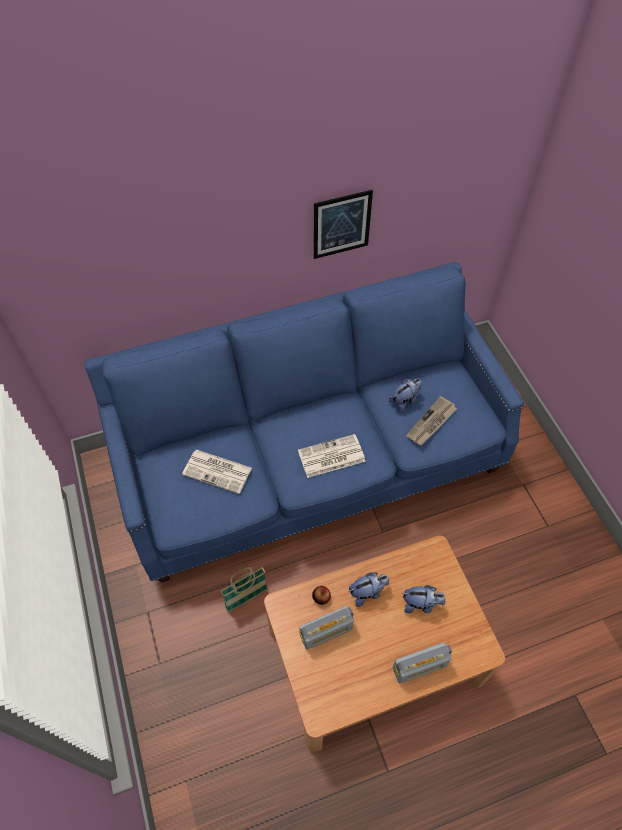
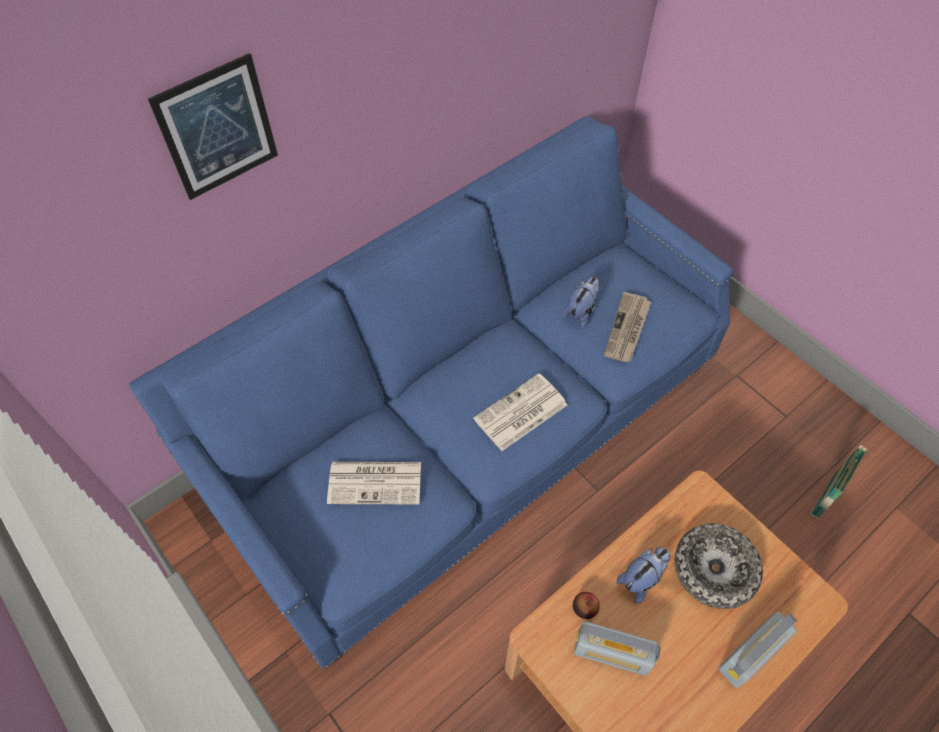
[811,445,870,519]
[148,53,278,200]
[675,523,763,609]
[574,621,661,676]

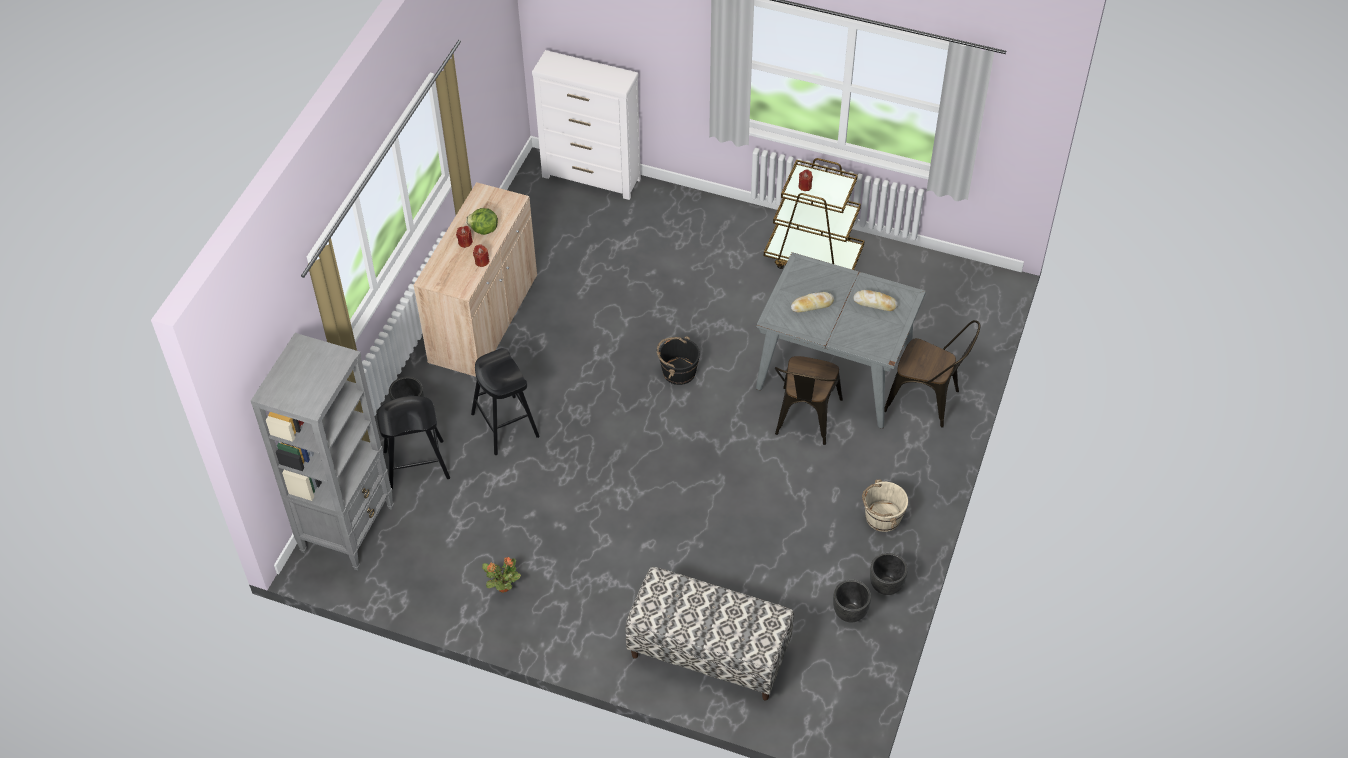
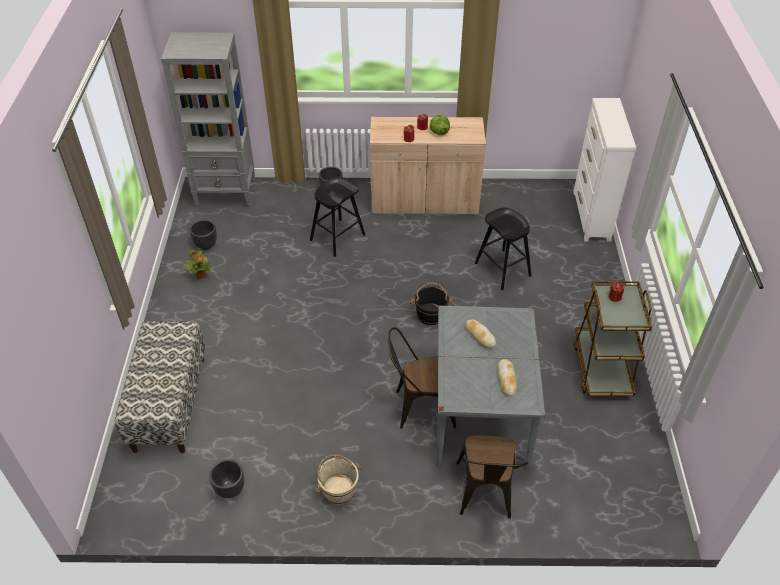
[475,207,531,290]
[190,220,217,250]

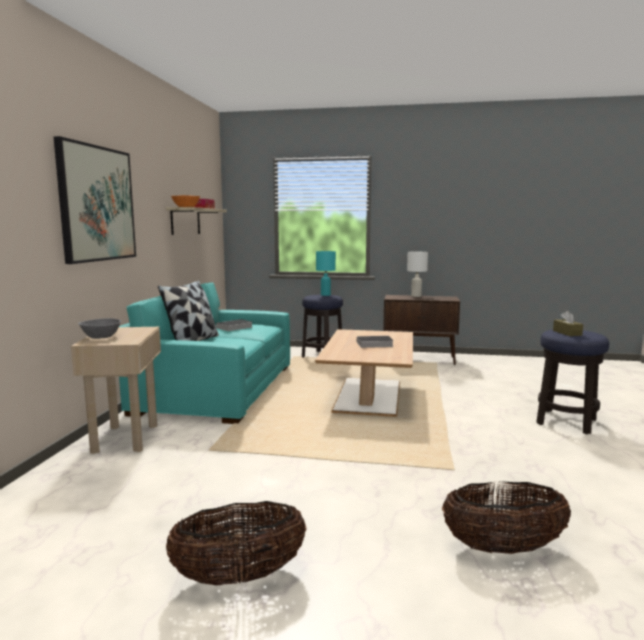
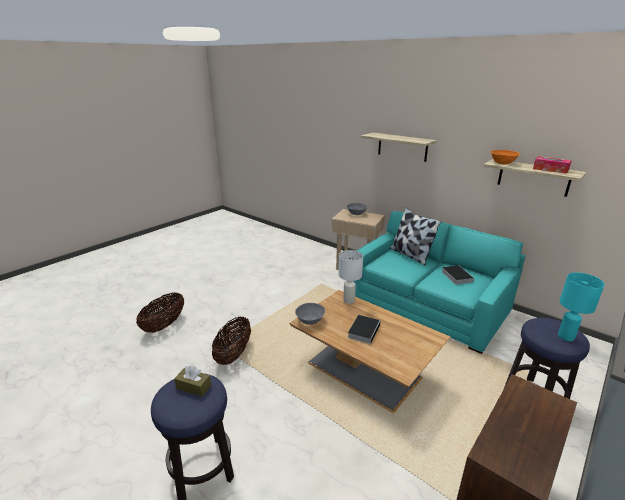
[295,303,325,325]
[212,317,251,365]
[339,250,363,304]
[361,133,437,162]

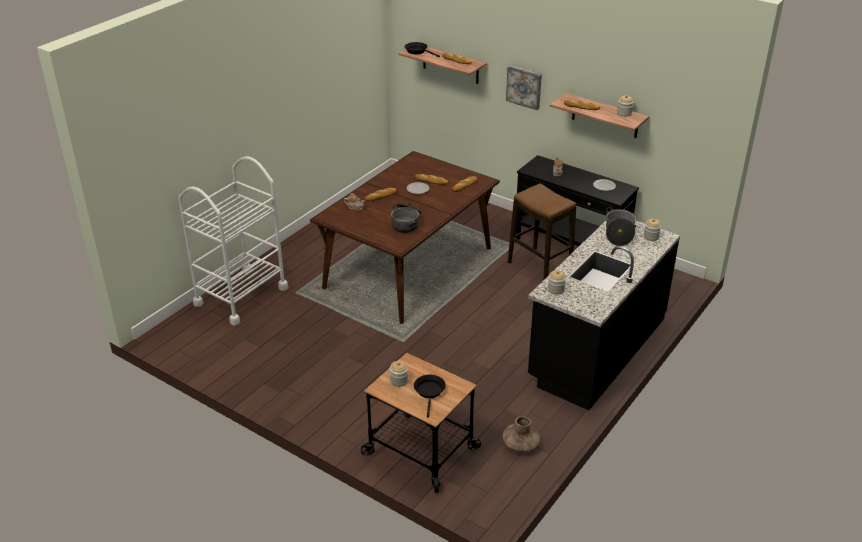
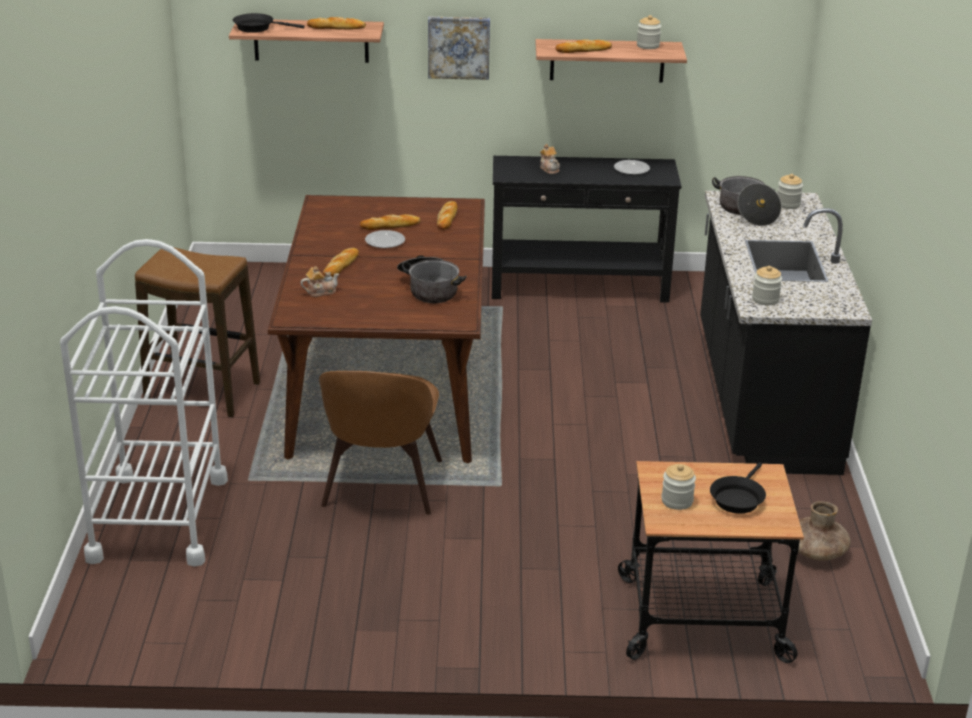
[319,371,442,515]
[135,247,260,417]
[710,462,766,514]

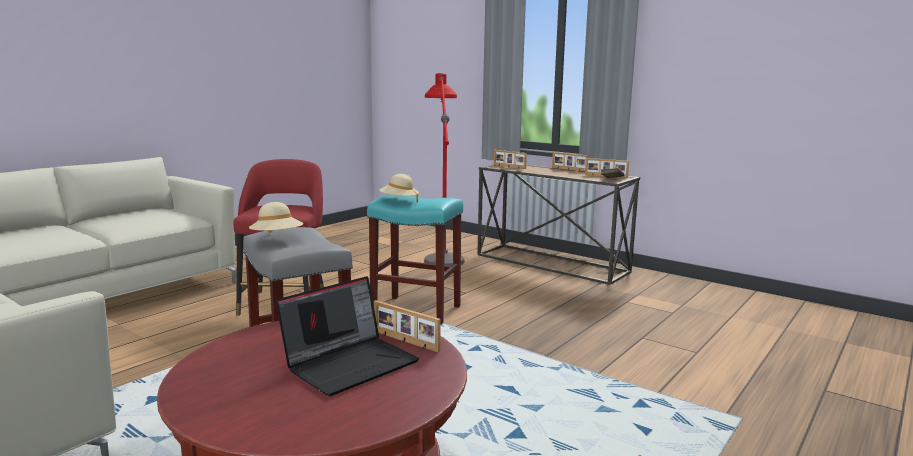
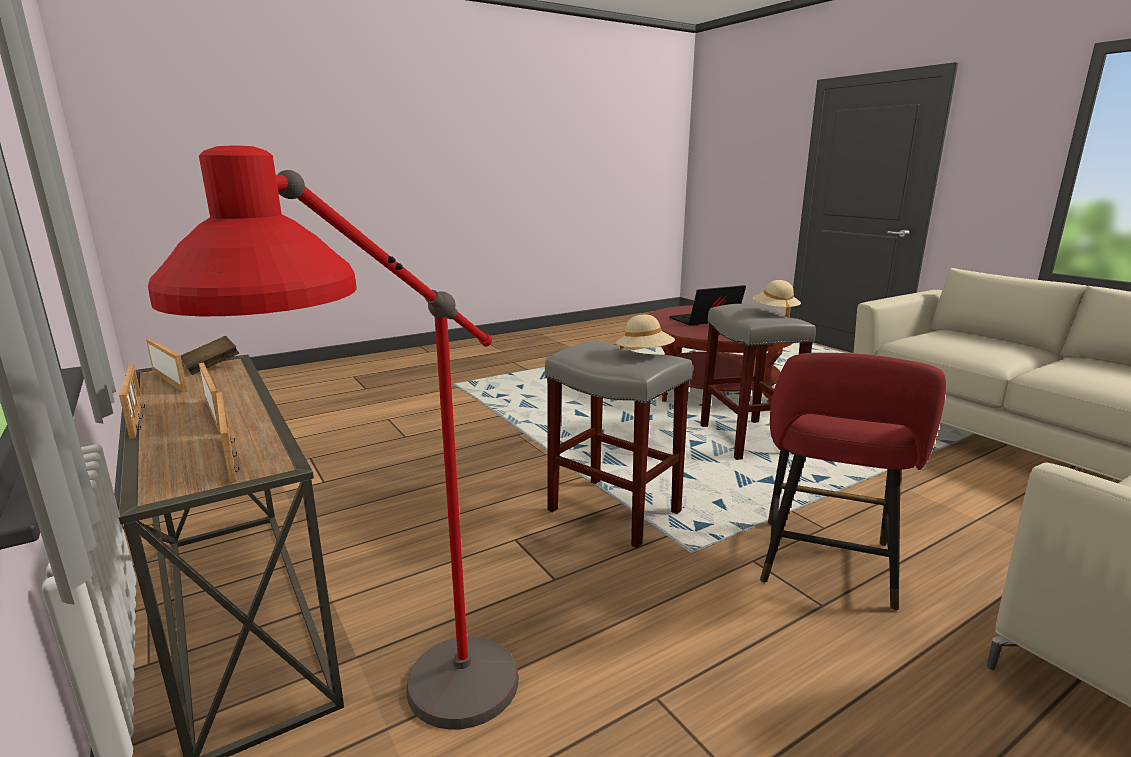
[199,363,221,434]
[545,341,693,548]

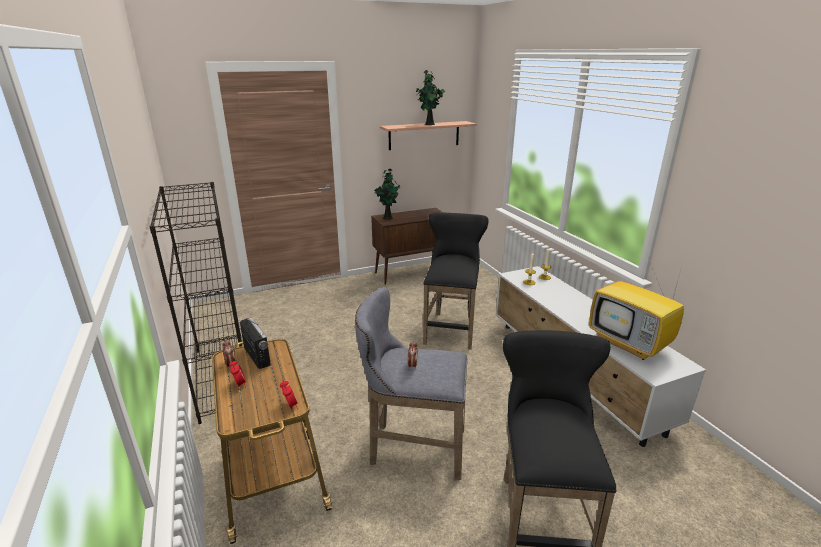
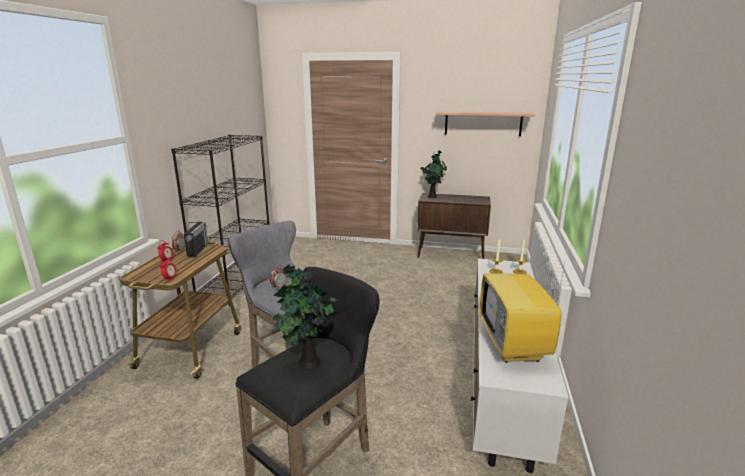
[423,212,488,350] (first image)
[273,264,339,369]

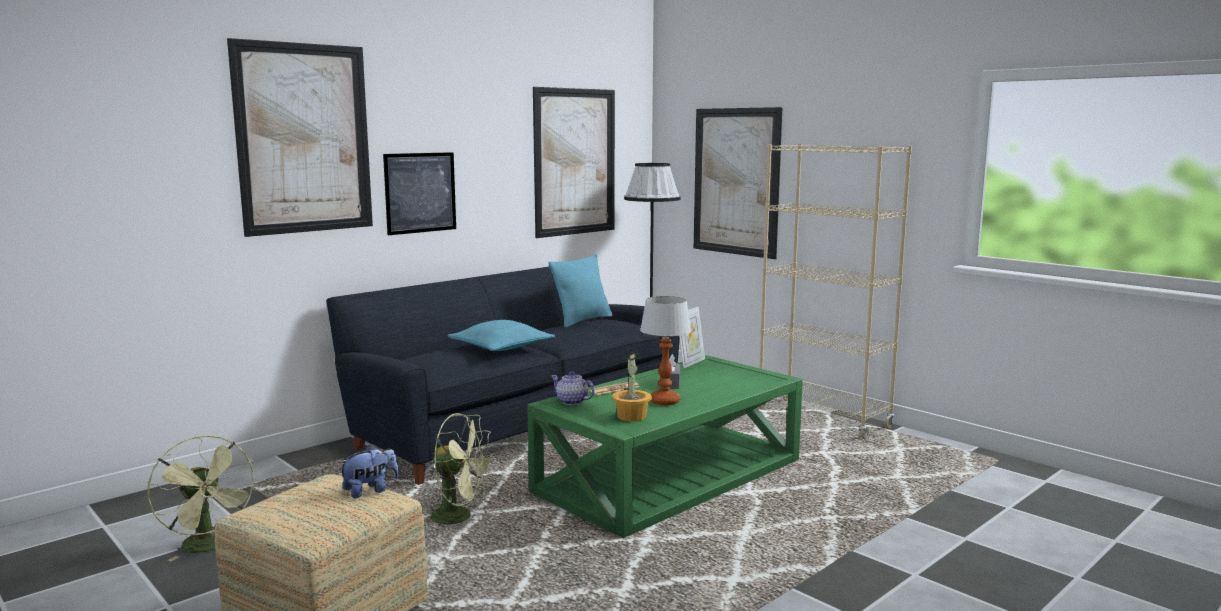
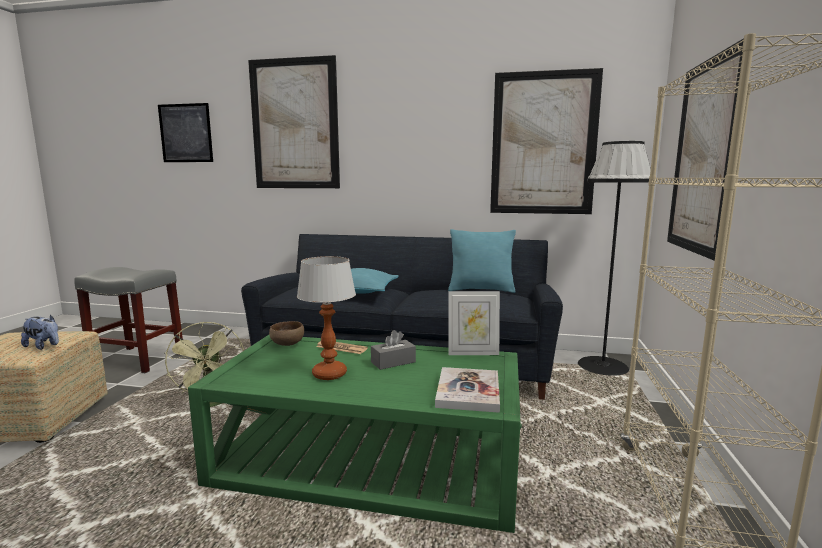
[612,353,652,422] (first image)
[435,367,500,413]
[158,103,213,162]
[74,267,183,373]
[269,321,304,346]

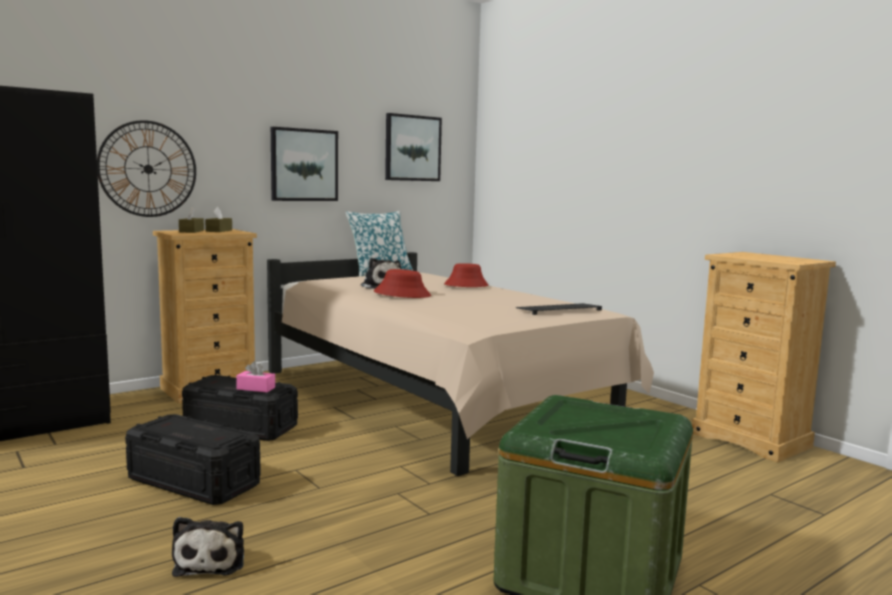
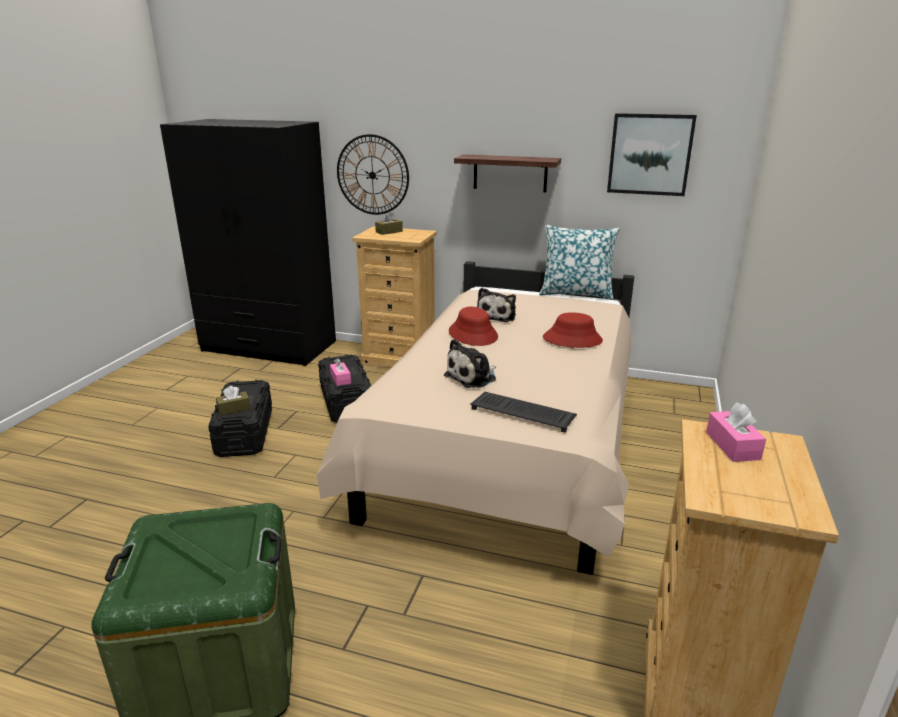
[706,403,766,462]
[444,339,496,388]
[216,386,251,415]
[454,154,561,193]

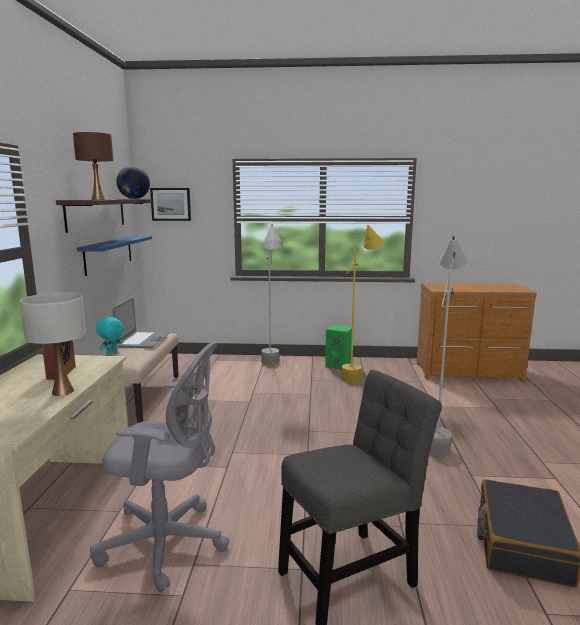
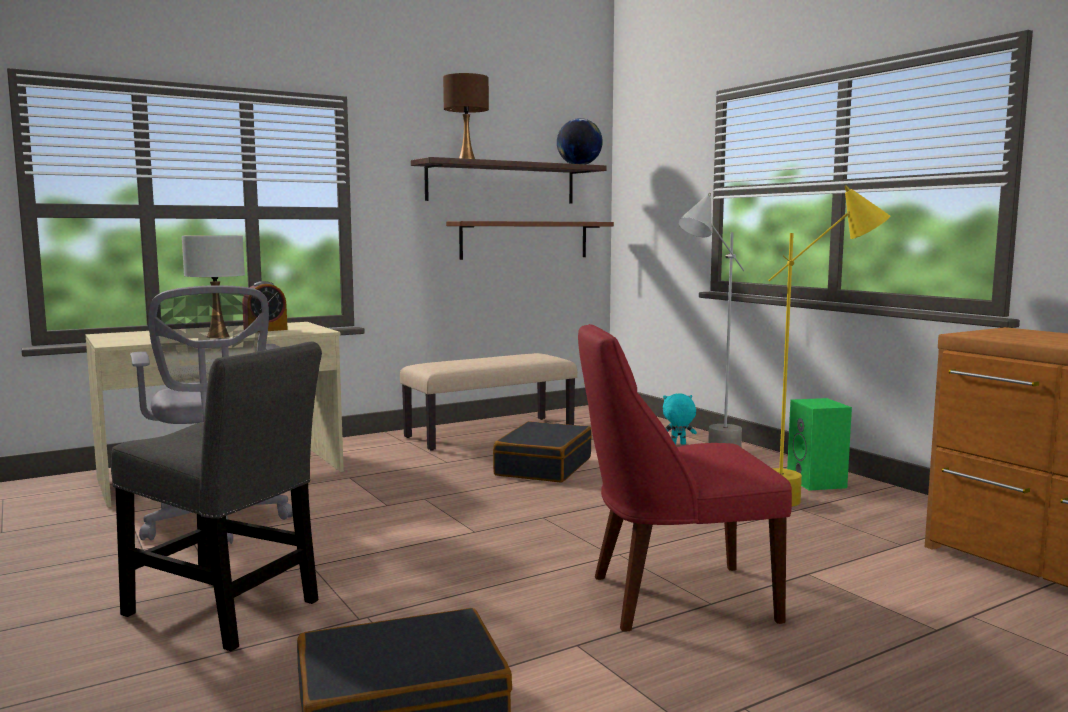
[112,298,169,348] (first image)
[150,188,191,221] (first image)
[493,421,592,483]
[663,394,697,445]
[578,324,792,632]
[446,221,614,260]

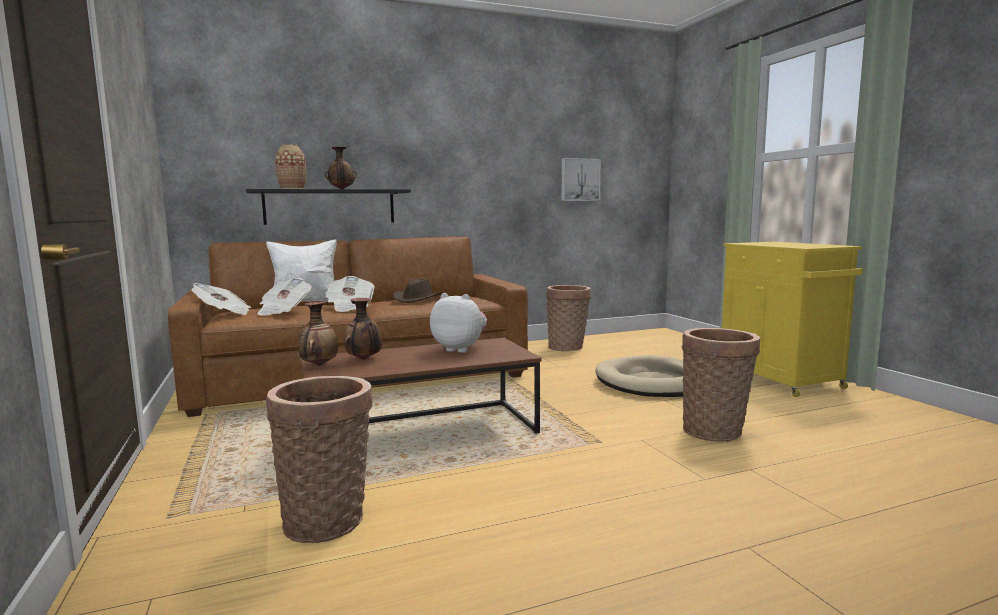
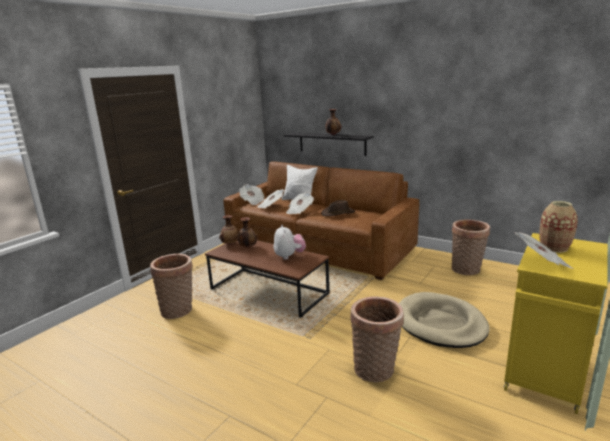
[562,158,601,201] (first image)
[514,232,573,269]
[539,201,578,253]

